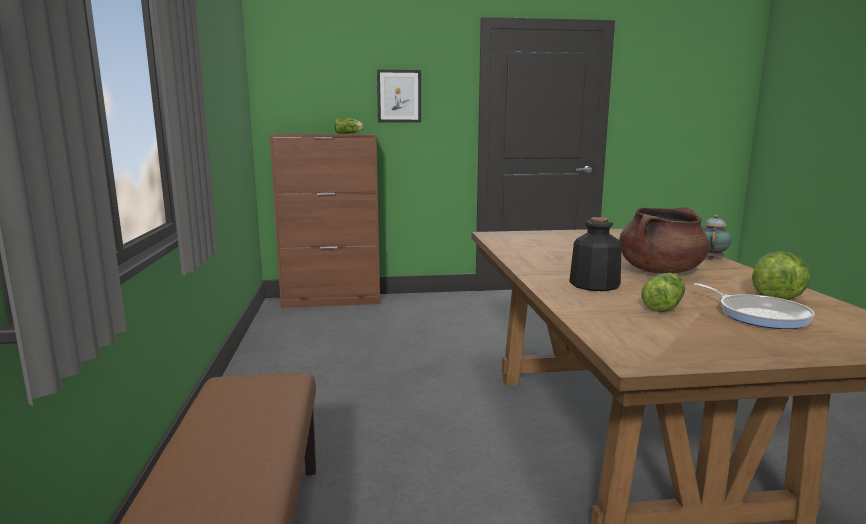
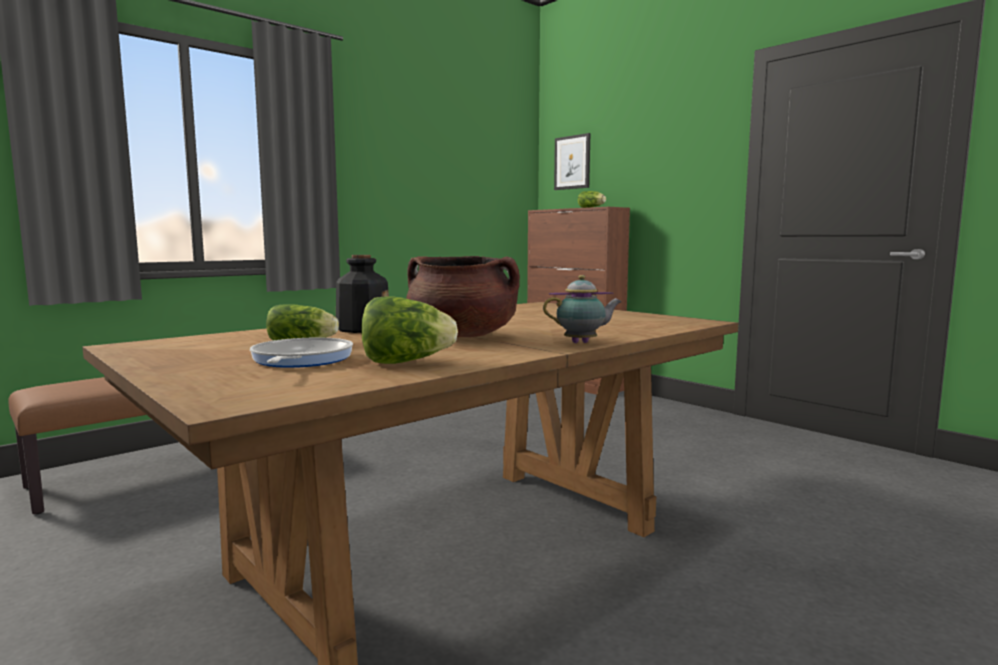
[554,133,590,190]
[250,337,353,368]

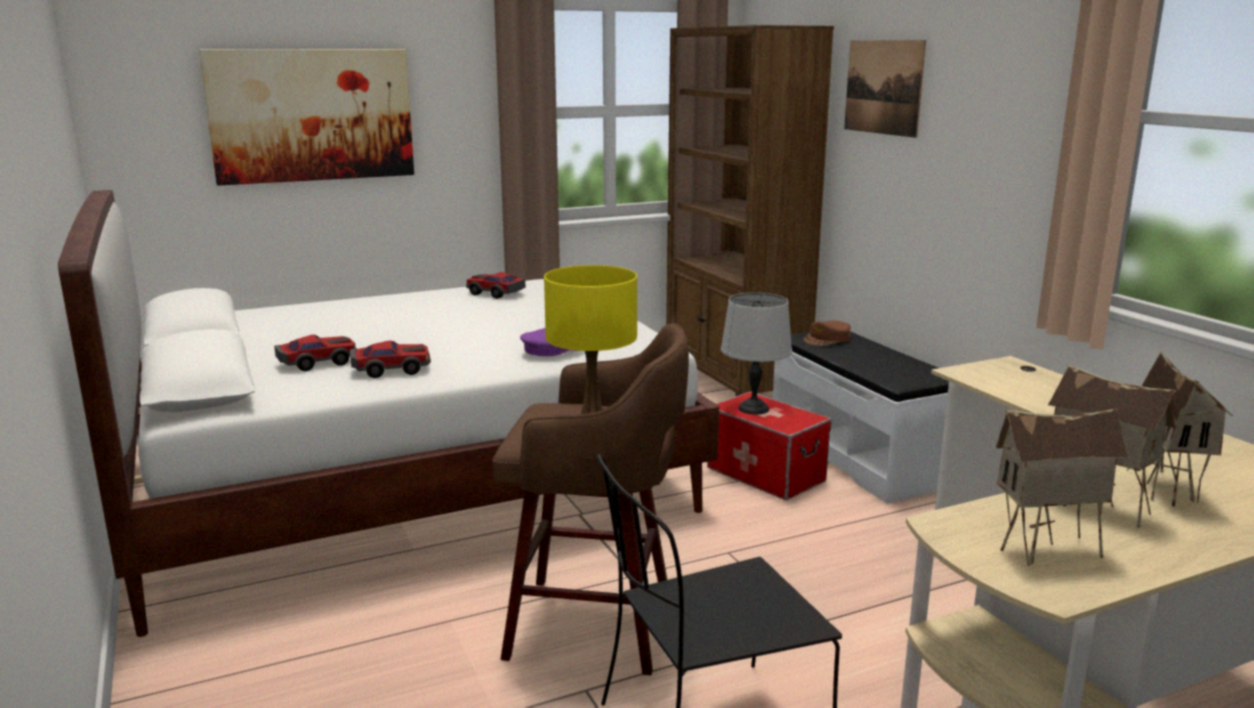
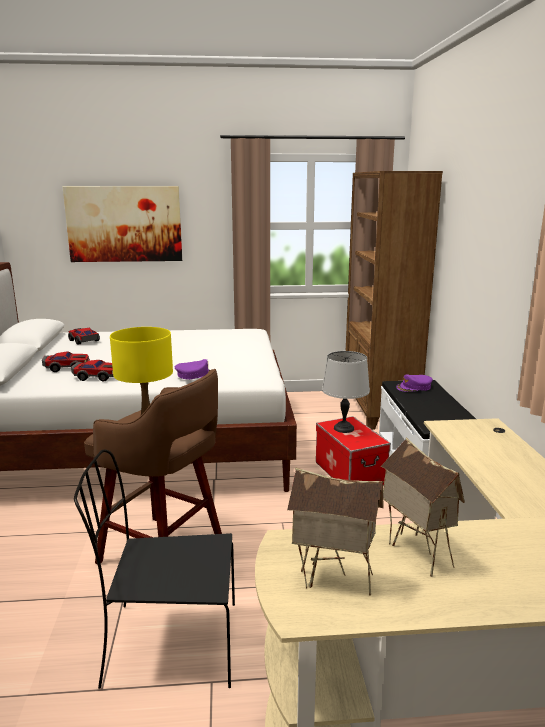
[844,40,926,138] (first image)
[1127,351,1233,507] (first image)
[68,328,100,345]
[396,374,433,392]

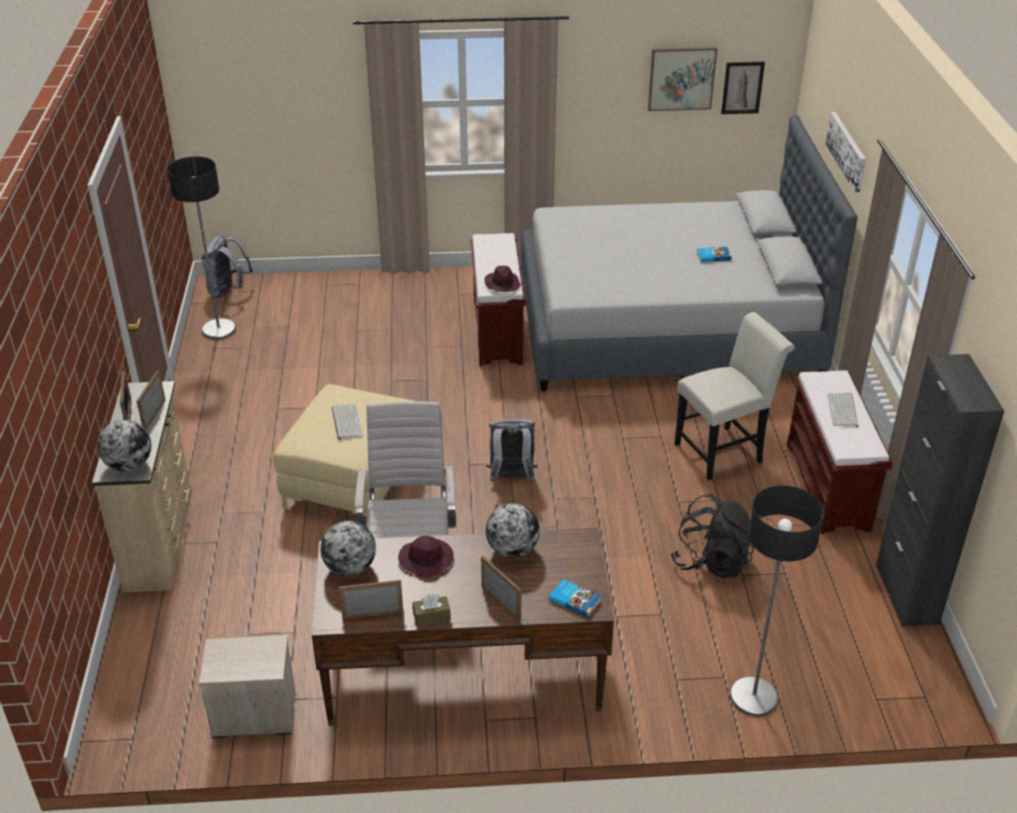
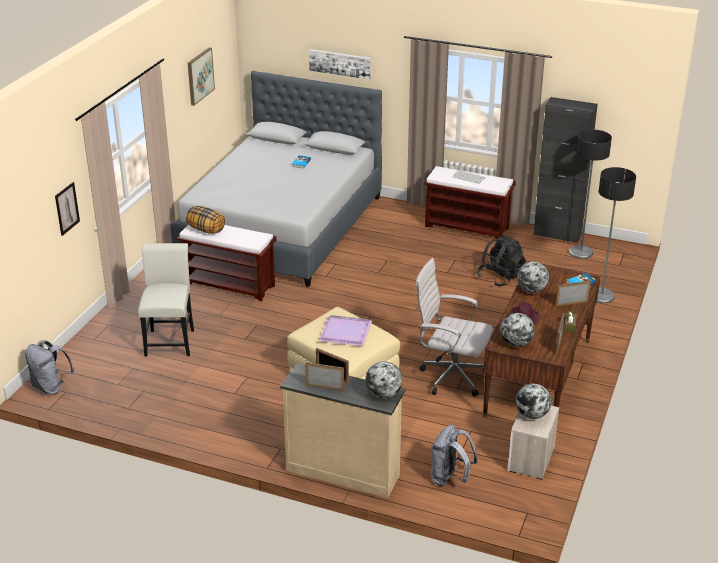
[484,266,521,292] (first image)
[186,206,225,234]
[516,384,551,419]
[569,130,612,259]
[431,425,478,486]
[138,243,194,357]
[55,182,80,236]
[319,315,372,346]

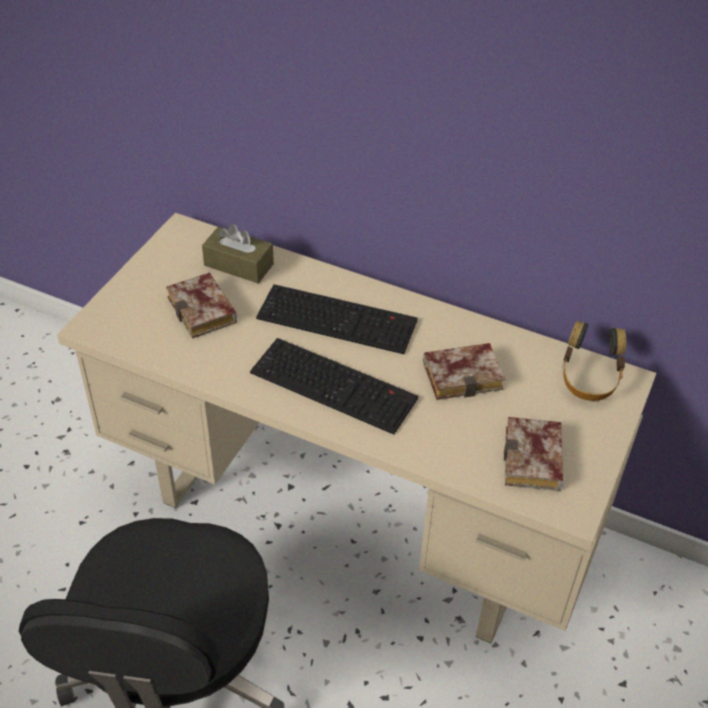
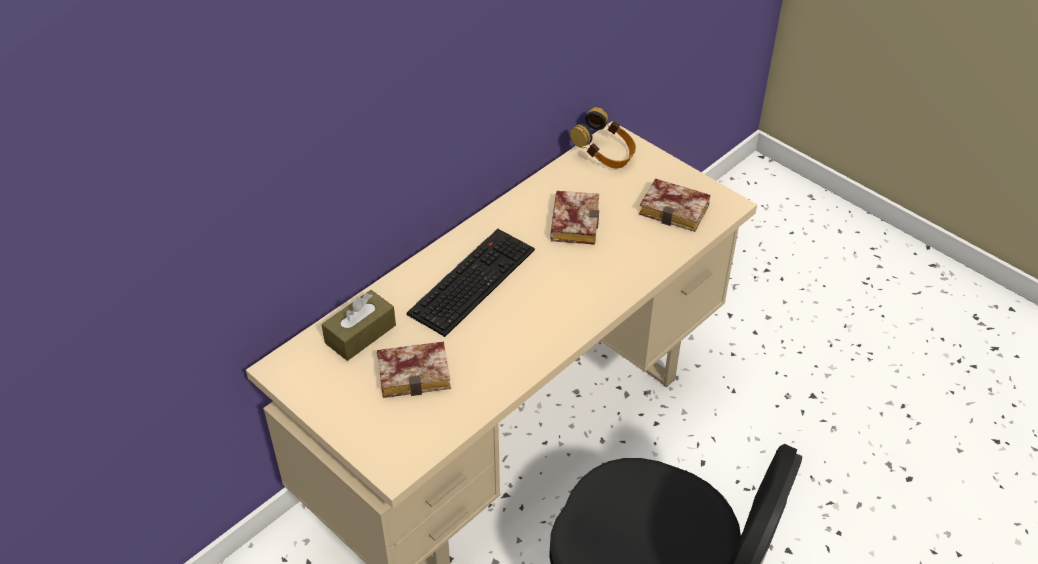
[250,338,418,435] (first image)

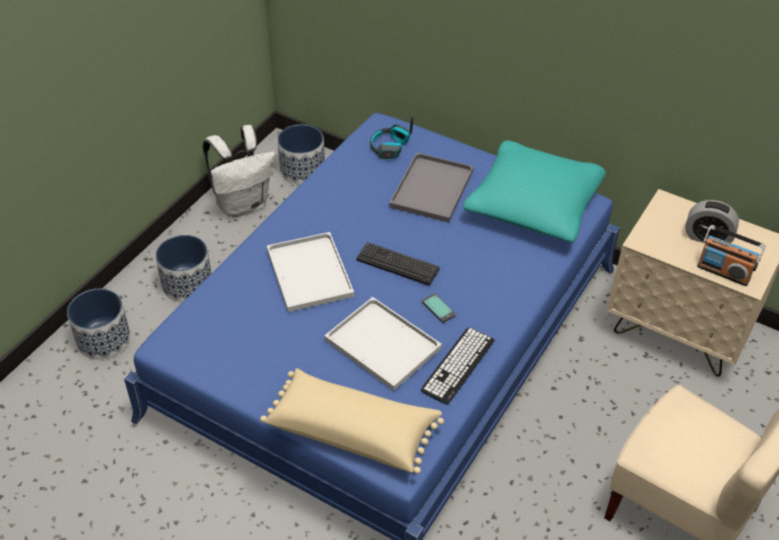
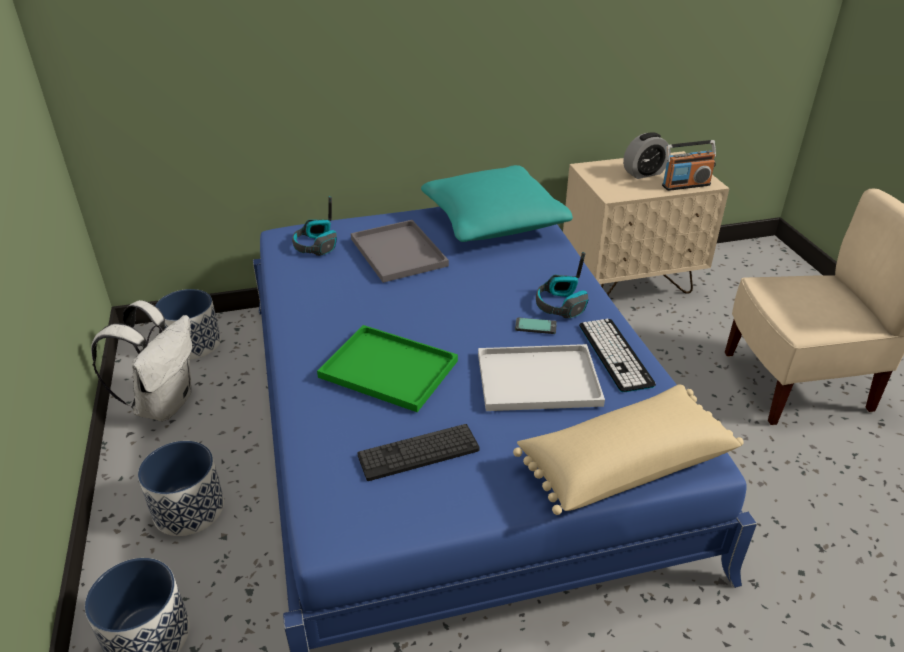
[536,252,588,318]
[358,424,480,481]
[317,325,458,412]

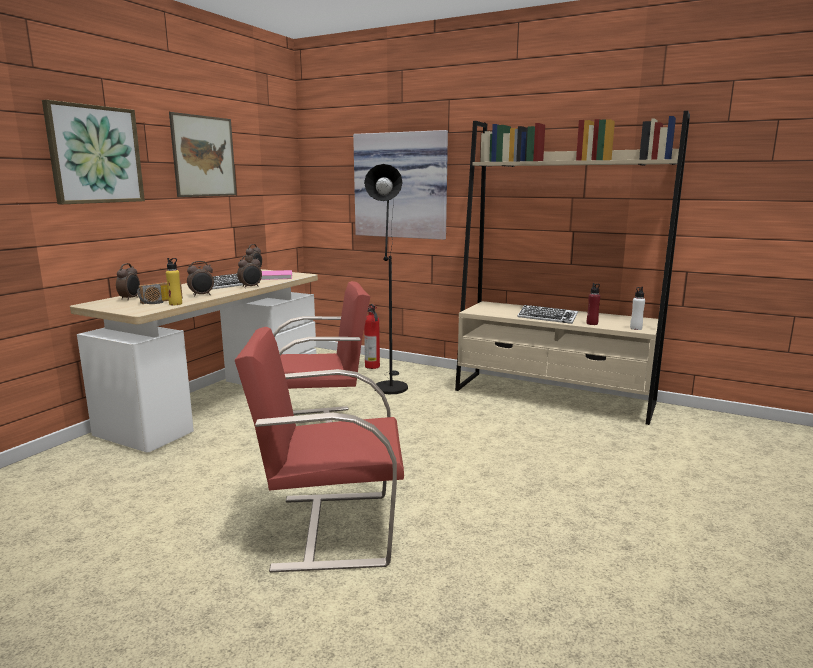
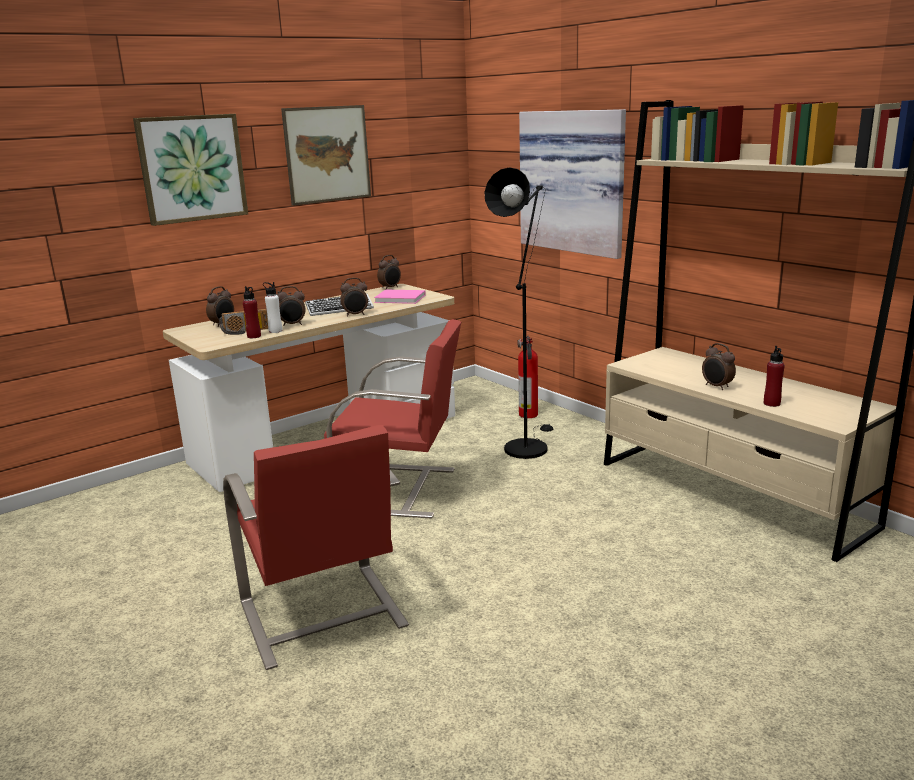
[263,282,282,333]
[702,343,736,390]
[243,286,261,338]
[223,425,409,670]

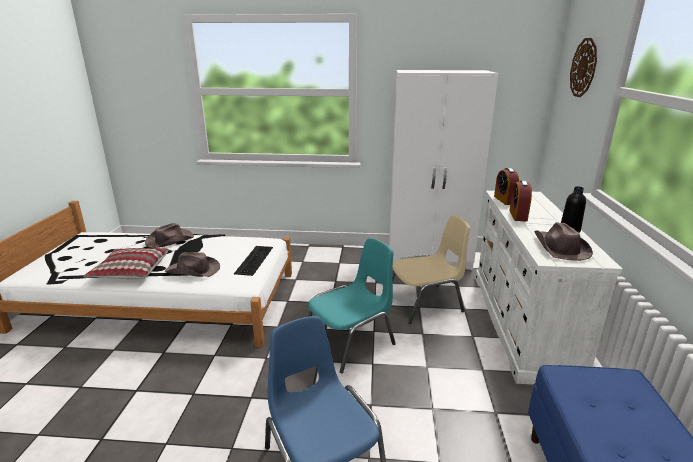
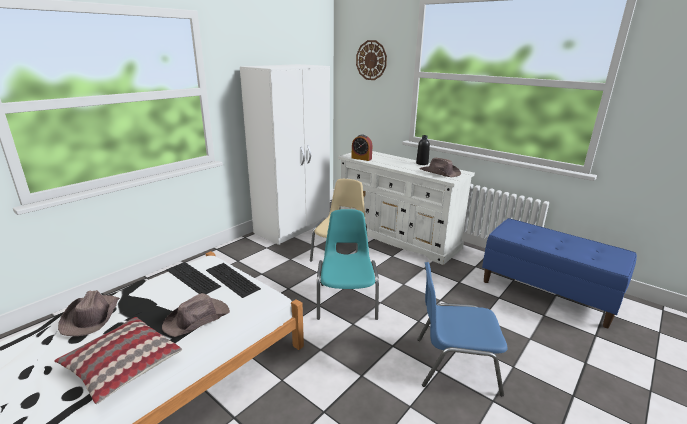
[509,180,532,222] (first image)
[166,262,221,294]

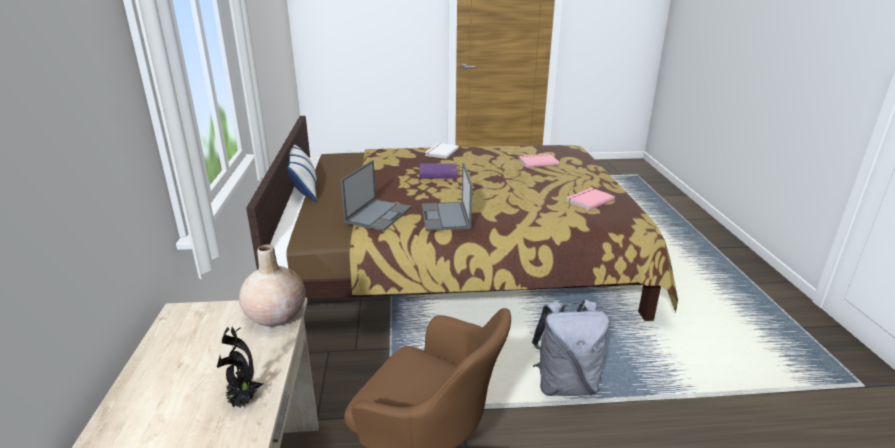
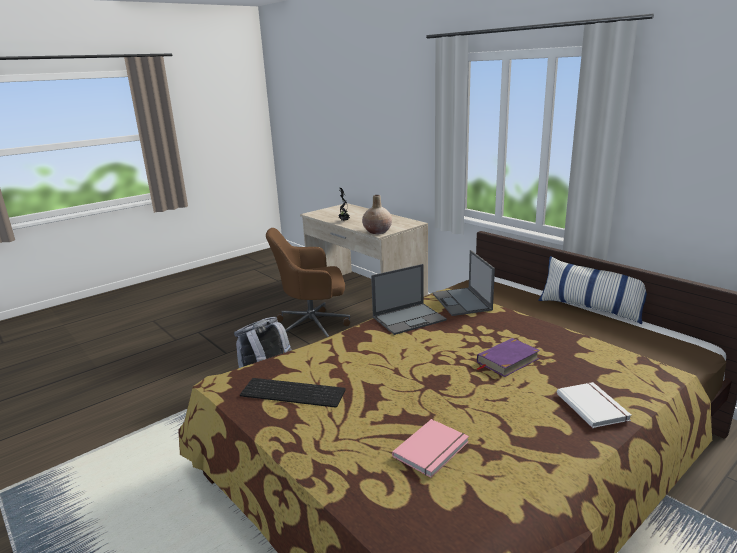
[240,378,346,408]
[371,264,447,335]

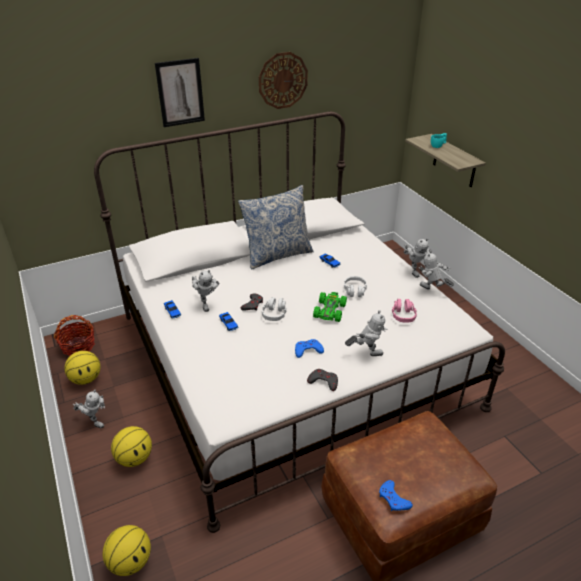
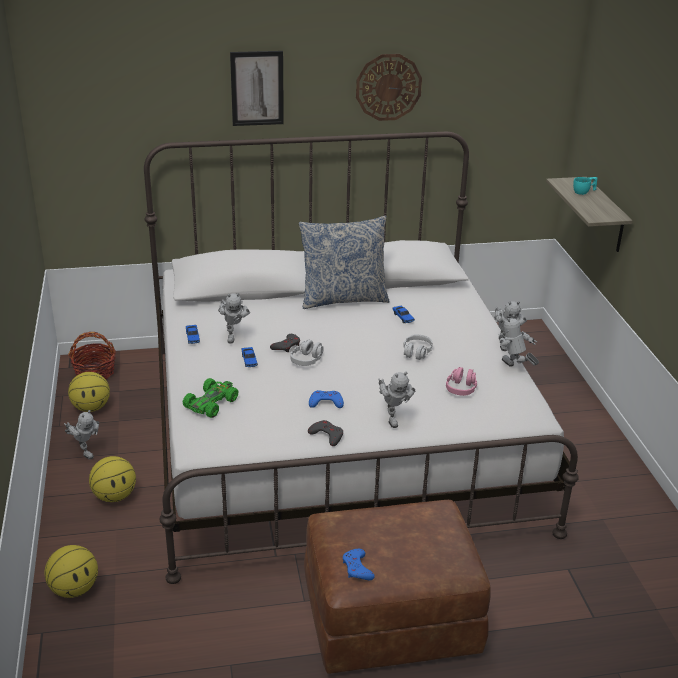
[182,378,238,418]
[378,372,415,428]

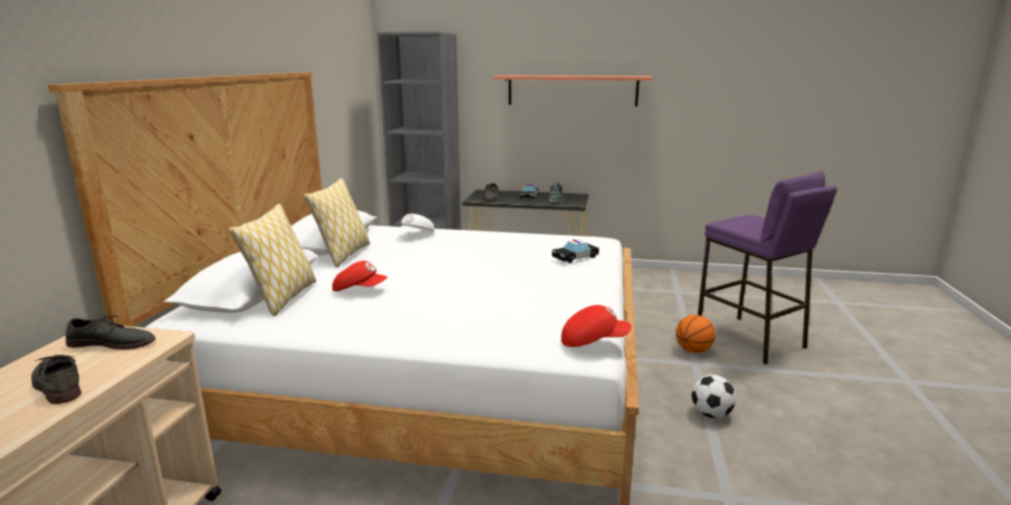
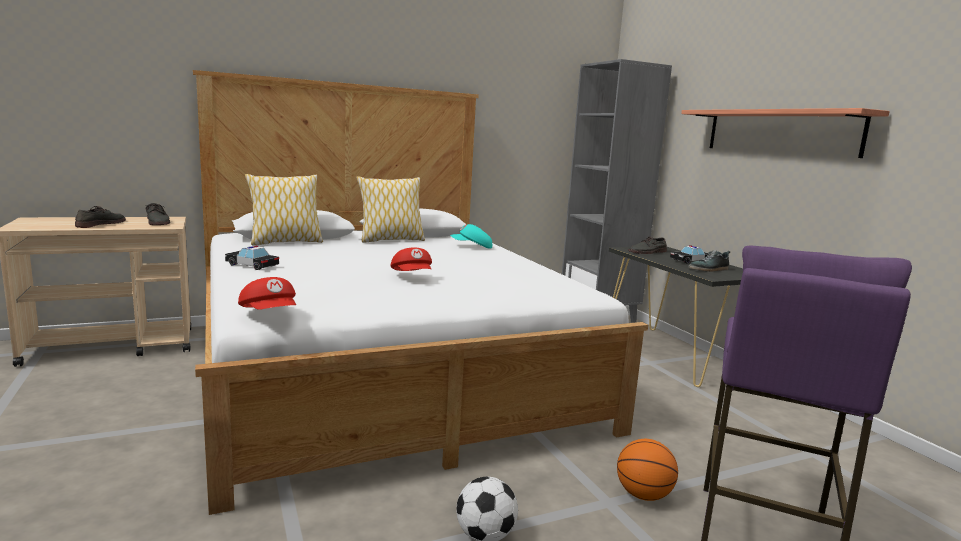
[391,247,432,271]
[225,245,279,270]
[450,224,492,249]

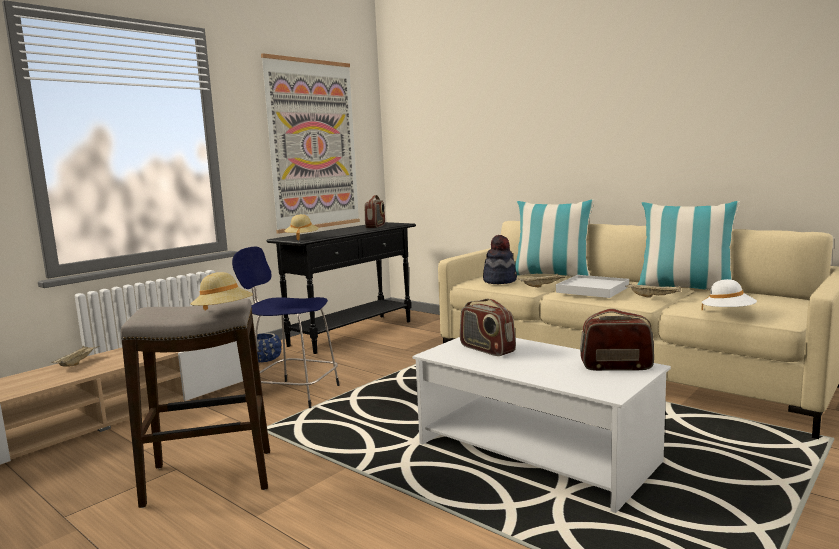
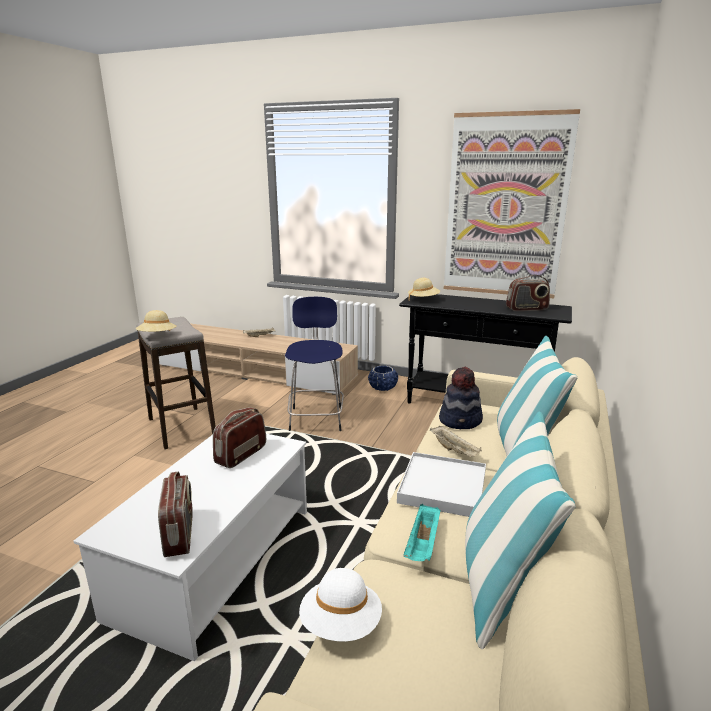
[403,504,441,561]

